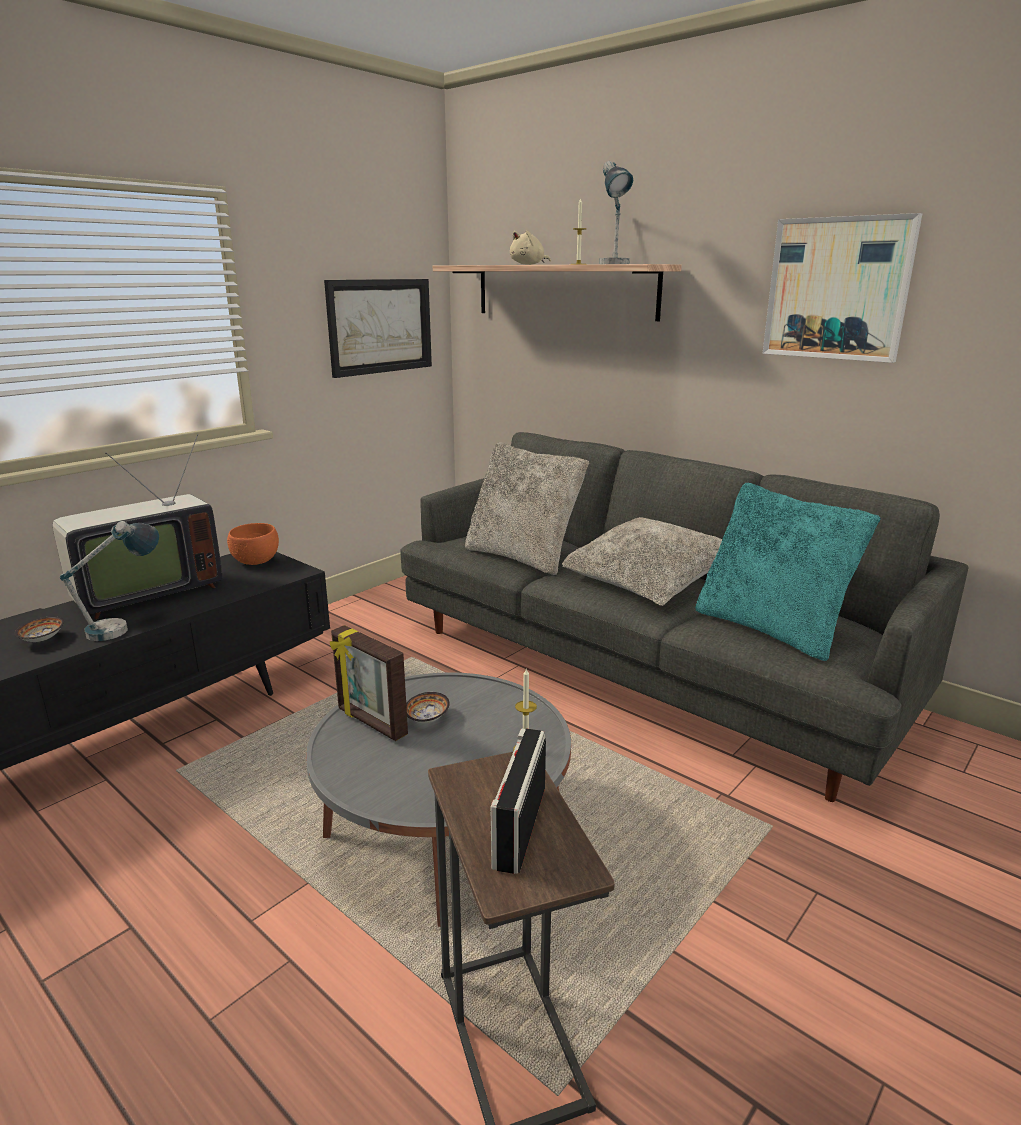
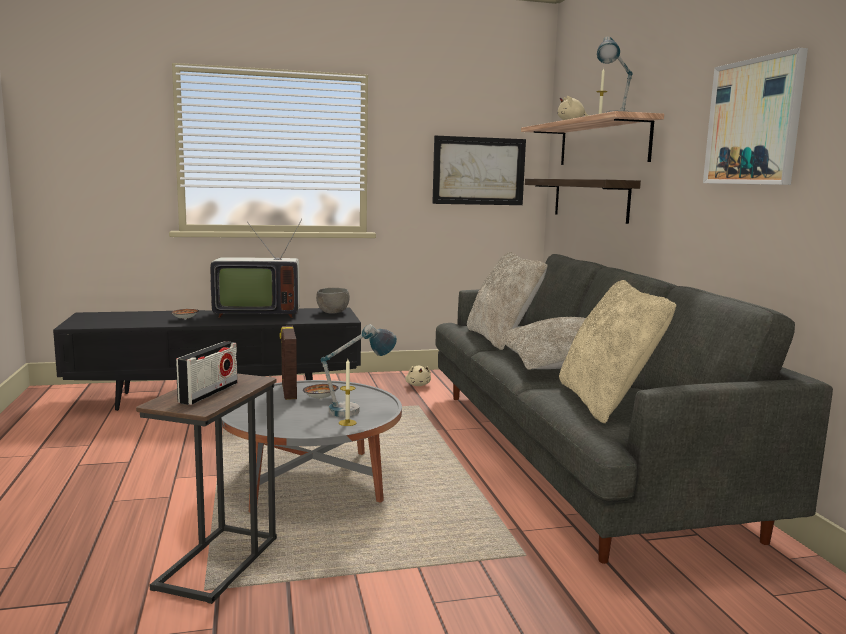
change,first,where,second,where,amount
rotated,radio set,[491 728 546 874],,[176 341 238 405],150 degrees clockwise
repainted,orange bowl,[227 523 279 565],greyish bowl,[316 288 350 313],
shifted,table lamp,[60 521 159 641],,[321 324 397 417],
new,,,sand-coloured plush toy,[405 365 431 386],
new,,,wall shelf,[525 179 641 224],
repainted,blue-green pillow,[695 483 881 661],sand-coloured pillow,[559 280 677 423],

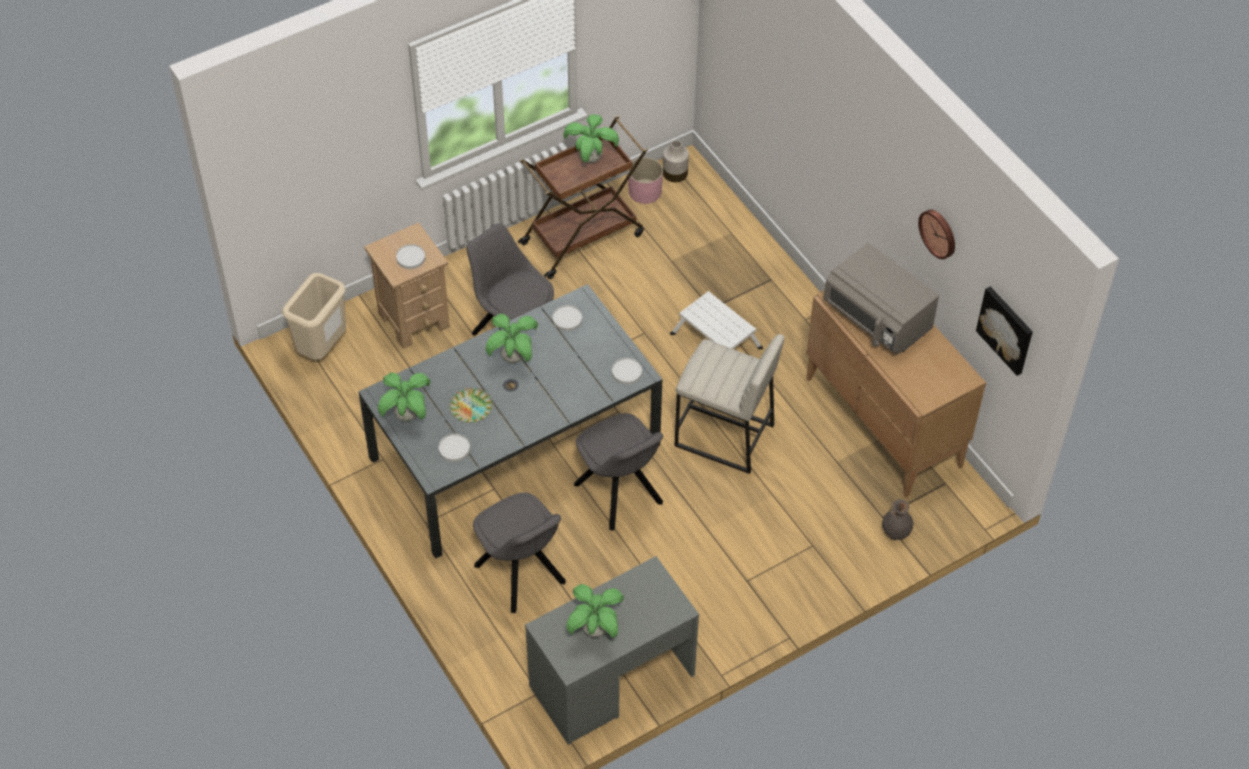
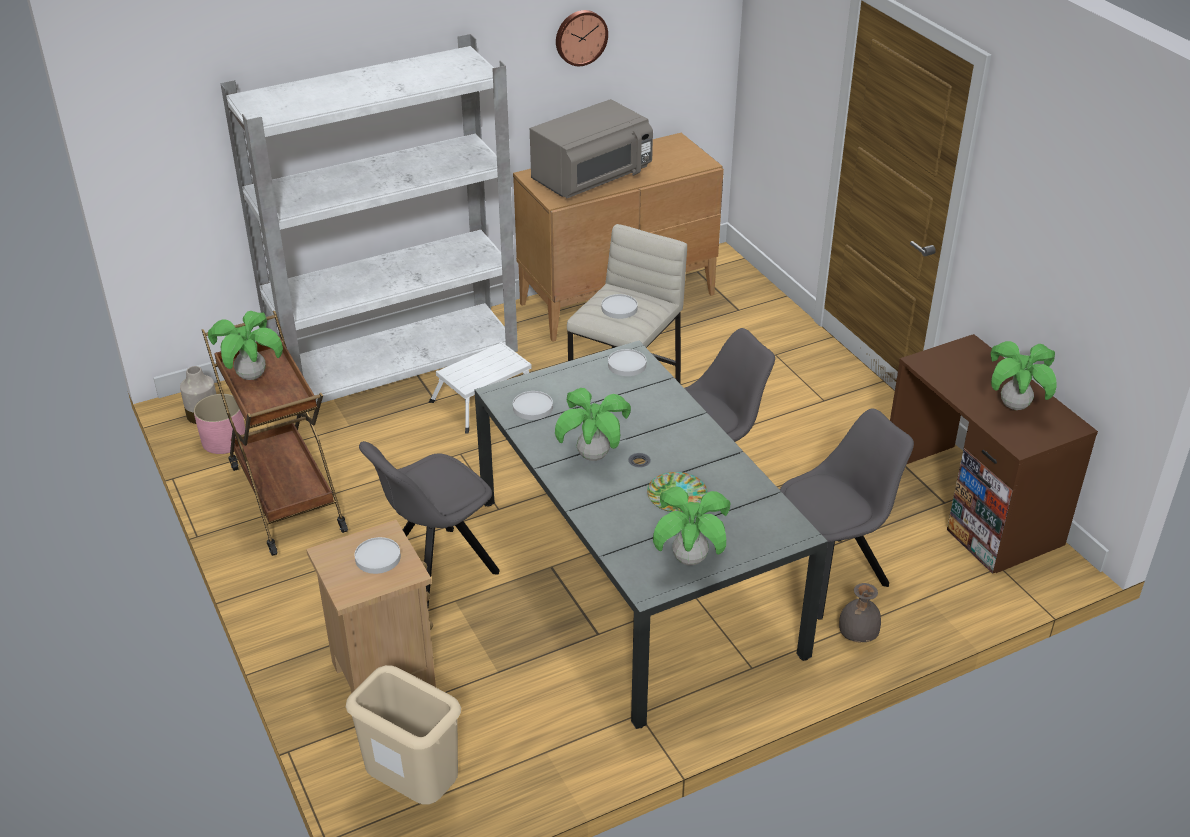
change,first,where,second,where,amount
new,,,whitish bookcase,[220 34 518 416],
shifted,whitish plate,[439 434 470 462],,[602 294 638 319],
shifted,greyish vase,[882 499 913 540],,[839 583 881 642],
repainted,greyish desk unit,[525 556 699 745],brown-coloured desk unit,[890 334 1098 574],
gone,wall picture,[976 287 1033 376],,,

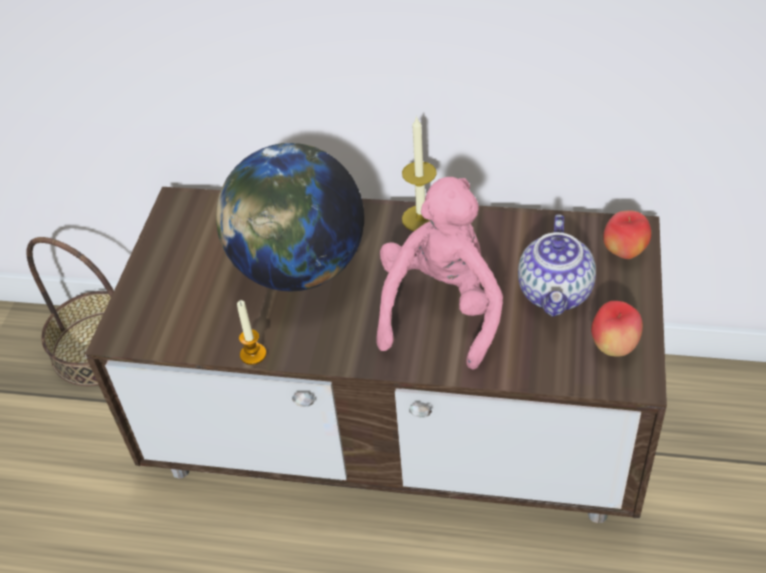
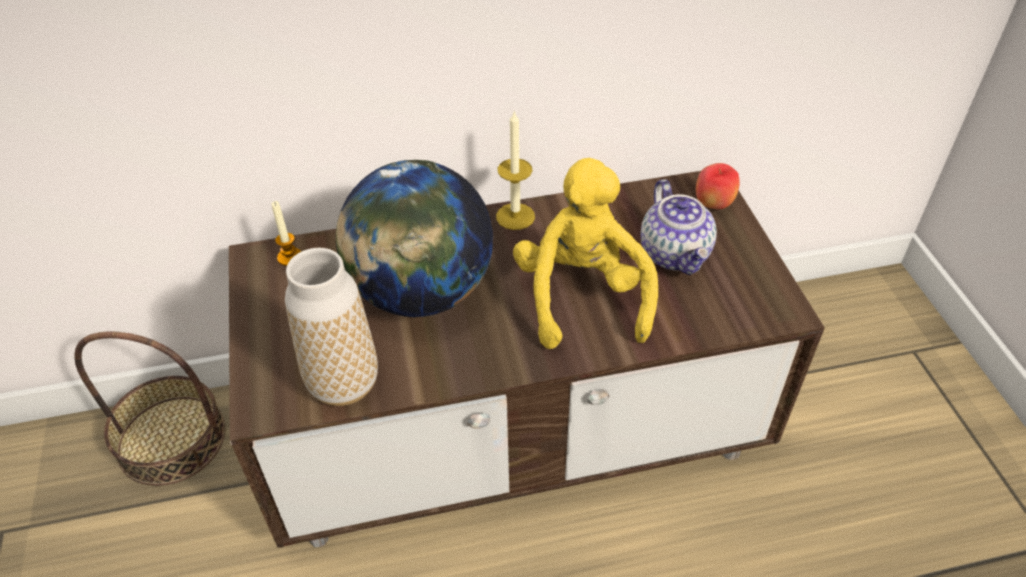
change,first,where,second,where,amount
shifted,wax candle,[237 300 267 365],,[272 201 301 266],
new,,,vase,[285 248 378 406],
repainted,pinkish plush toy,[376 177 503 370],yellow-coloured plush toy,[513 158 658 349],
gone,apple,[591 301 643 357],,,

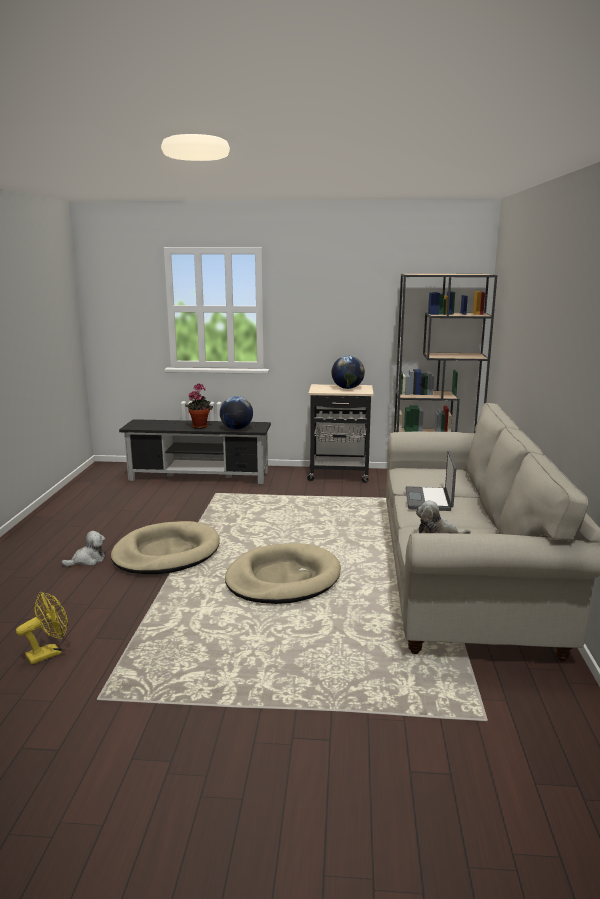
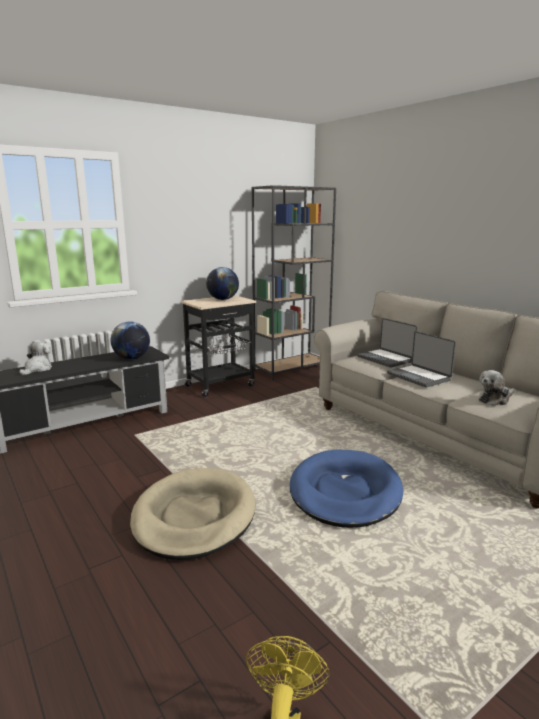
change,first,where,second,where,amount
shifted,plush toy,[61 531 106 566],,[19 341 52 375],
repainted,sand-coloured dog cushion,[225 543 341 604],bluish dog cushion,[290 450 403 528],
new,,,portable computer,[357 318 418 368],
gone,plant in a pot,[185 384 213 429],,,

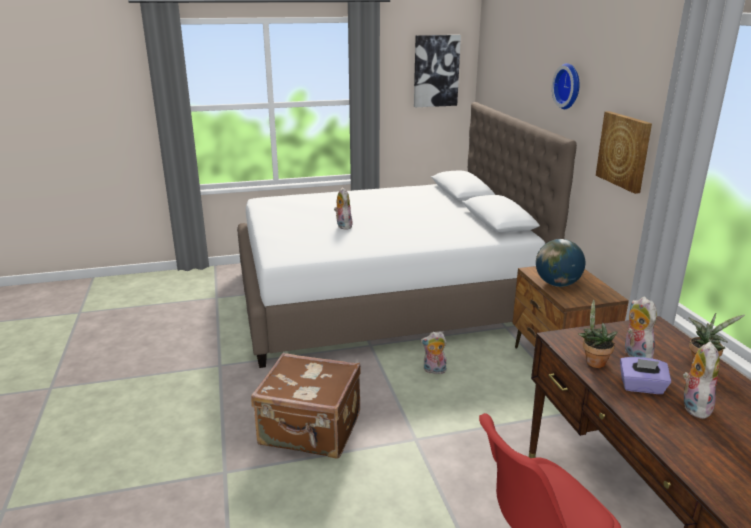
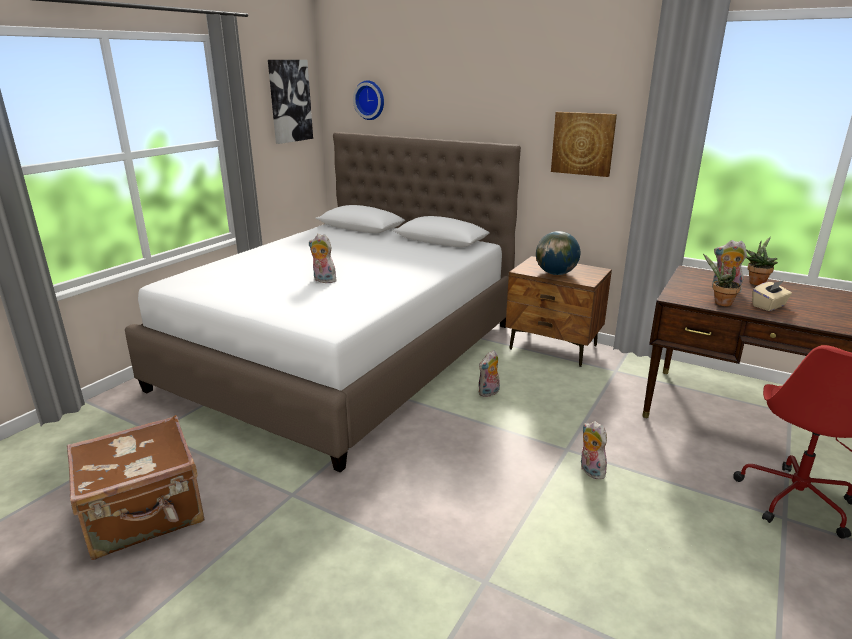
change,first,where,second,where,amount
shifted,brown-coloured piece of luggage,[251 353 361 459],,[67 415 205 560],
shifted,hanging clock,[552 63 580 109],,[353 80 384 120],
shifted,plush toy,[683 342 720 419],,[580 421 607 479],
repainted,purple tissue box,[620 357 671 394],sand-coloured tissue box,[752 280 792 311],

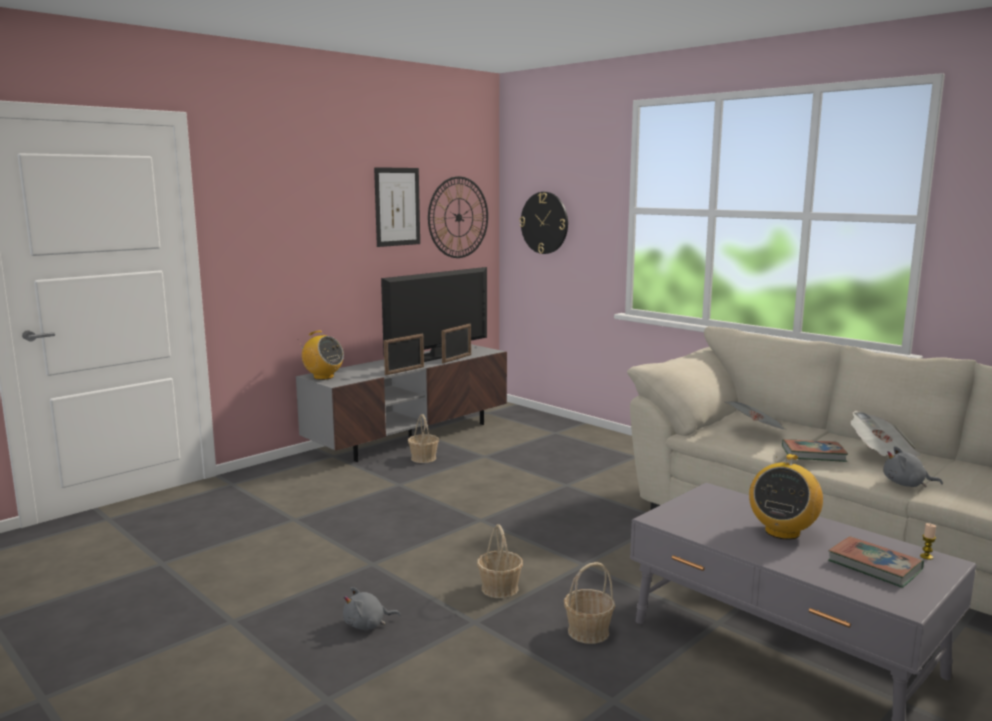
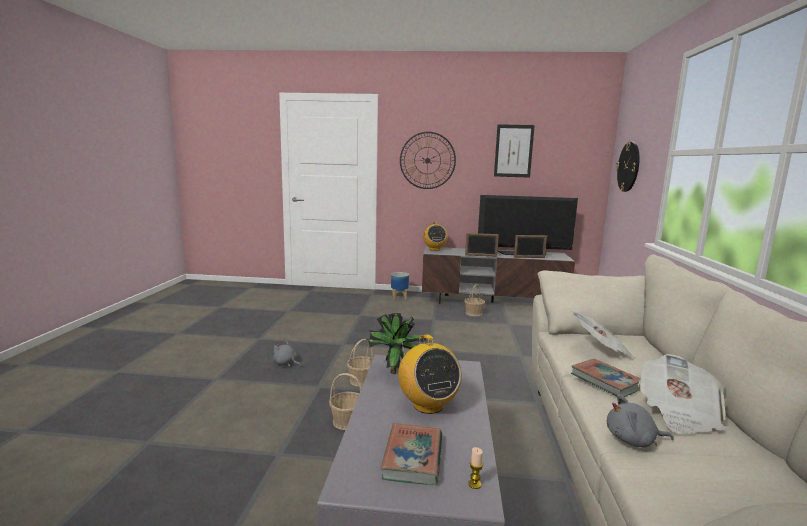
change,first,where,second,where,amount
new,,,plant in a pot,[365 313 426 374],
new,,,planter,[391 272 409 300],
rotated,radio set,[749 454 823 540],,[398 335 462 414],105 degrees counterclockwise
shifted,hanging clock,[428 176 488 258],,[400 132 456 189],
rotated,greyish plush toy,[883 446 943 487],,[607 394 674 447],60 degrees counterclockwise

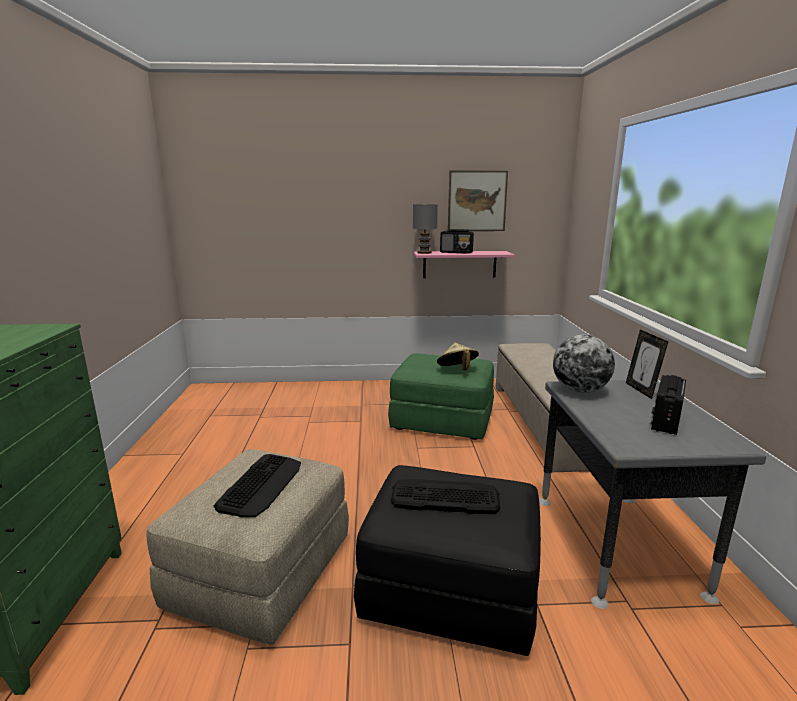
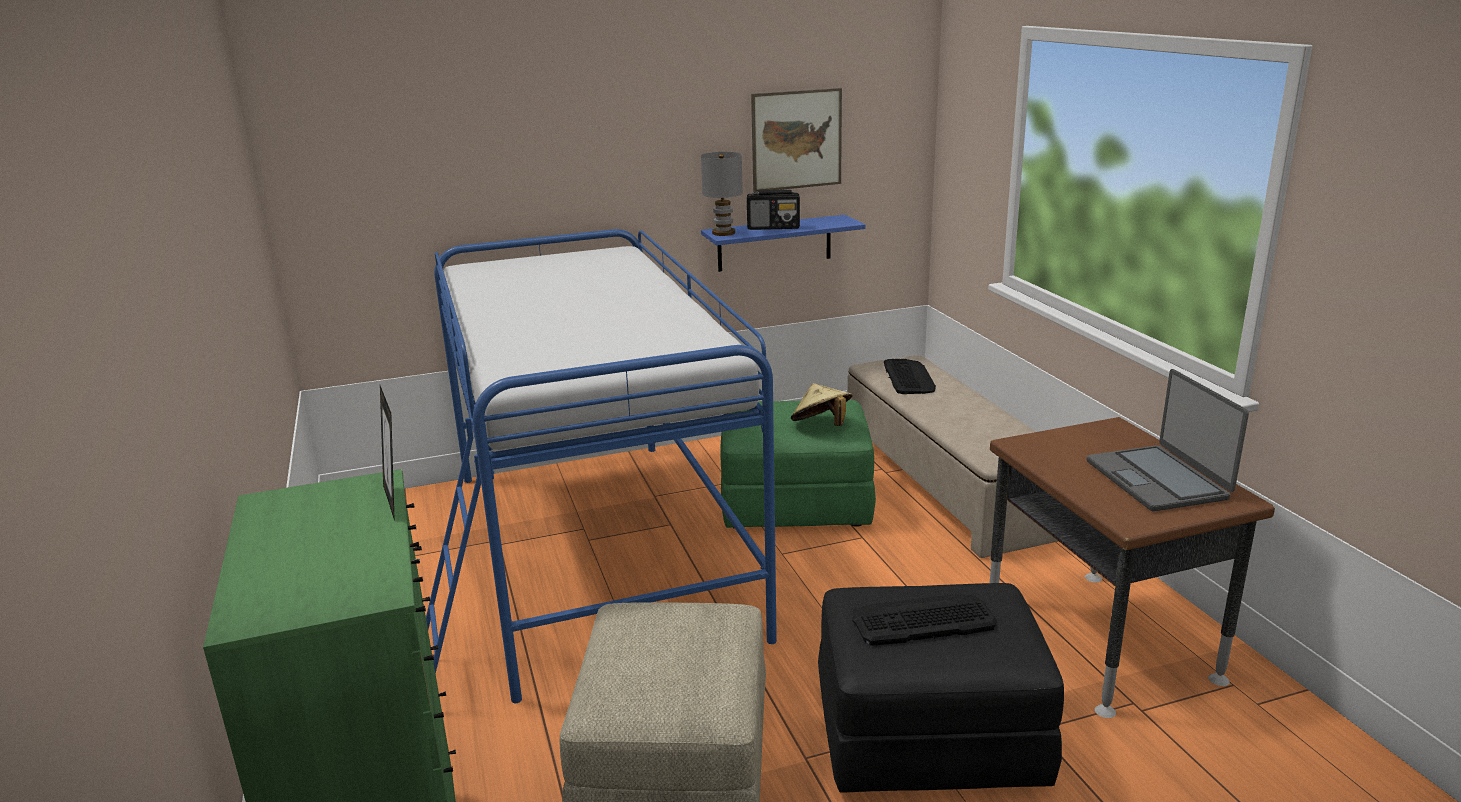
change,first,where,second,where,amount
shifted,photo frame,[626 330 668 399],,[380 385 395 521],
new,,,bluish bedroom bed,[426 229 777 703],
repainted,pinkish wall shelf,[414 251 514 278],bluish wall shelf,[701 215 865 272],
shifted,PC keyboard,[214 454 301 517],,[884 359 936 394],
repainted,greyish desk unit,[539 380 767 609],brown-coloured desk unit,[990 417 1275 718],
swapped,radio set,[650 375 686 435],portable computer,[1087 369 1249 512],
gone,world globe,[553 334 615 393],,,

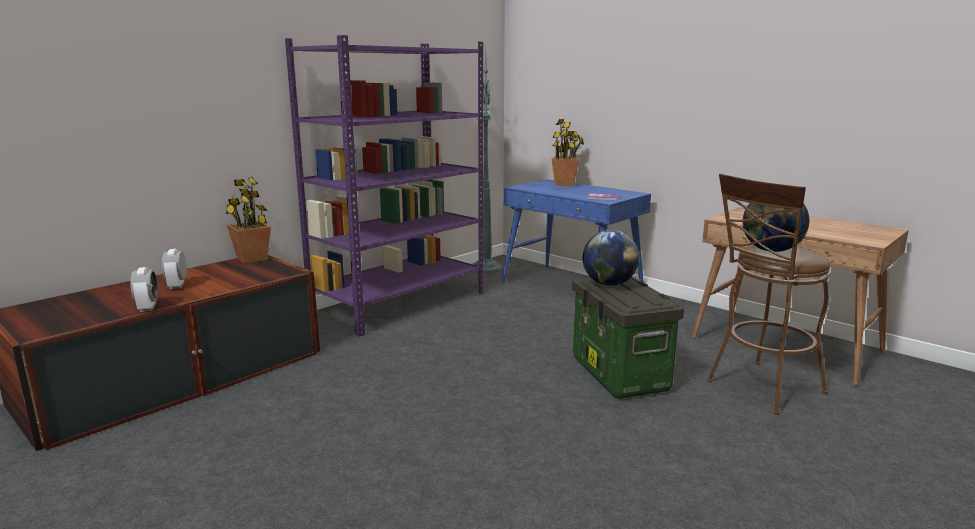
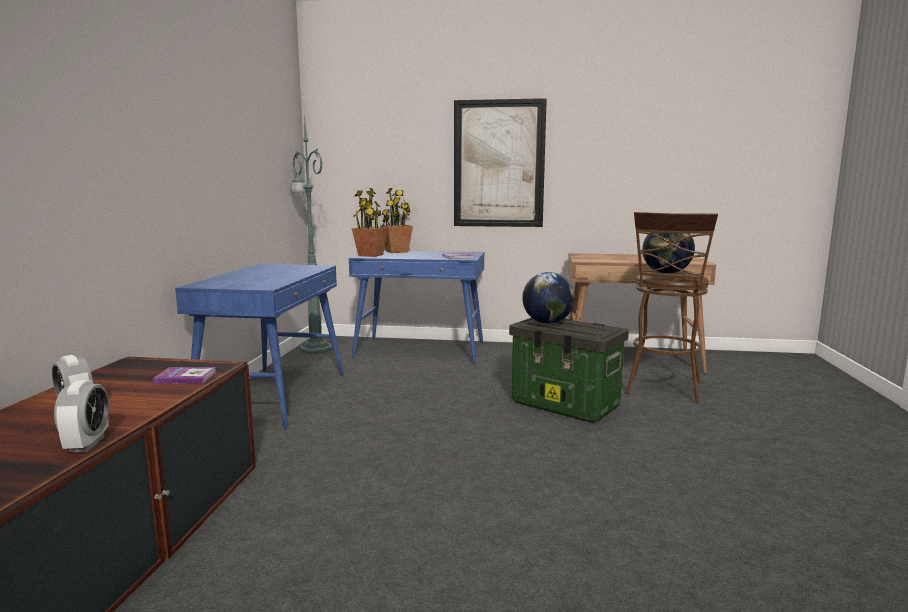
change,first,where,second,where,amount
rotated,table clock,[130 267 158 312],,[54 380 109 452],45 degrees clockwise
new,,,volume,[152 367 216 384],
swapped,purple bookcase,[285 35 483 337],bluish desk unit,[175 264 344 429],
shifted,plant in a pot,[226 177 271 264],,[352 188 388 257],
new,,,wall picture,[454 98 547 227],

